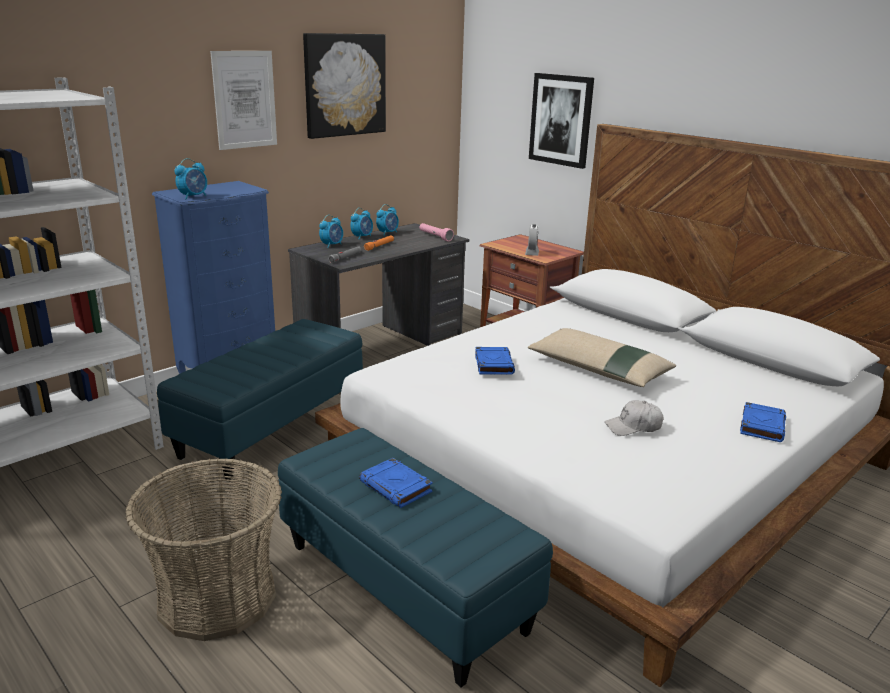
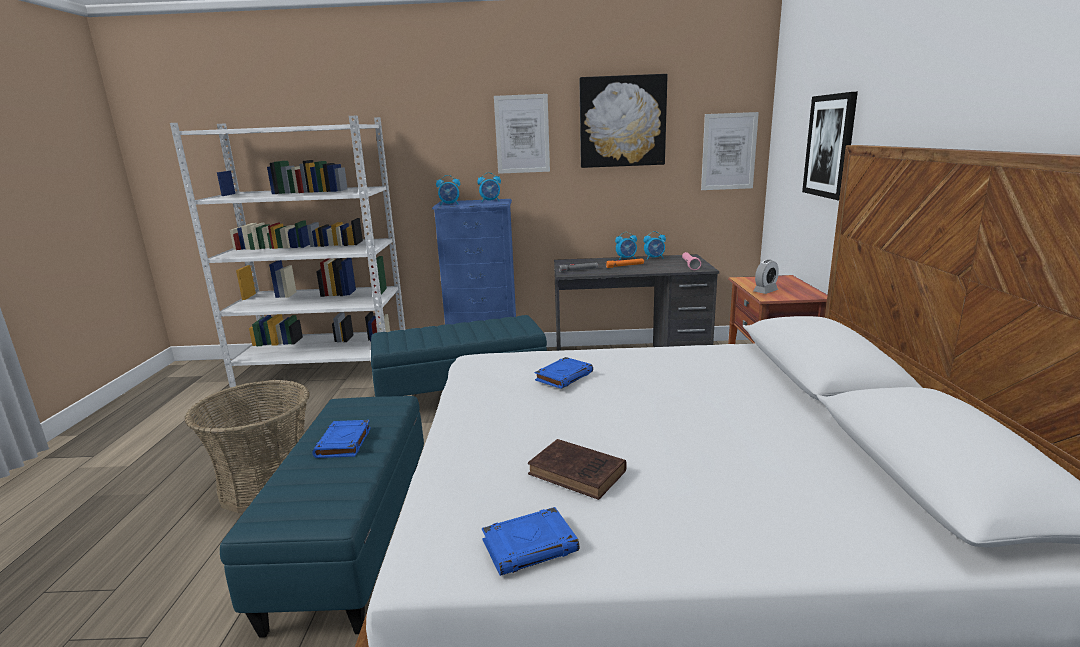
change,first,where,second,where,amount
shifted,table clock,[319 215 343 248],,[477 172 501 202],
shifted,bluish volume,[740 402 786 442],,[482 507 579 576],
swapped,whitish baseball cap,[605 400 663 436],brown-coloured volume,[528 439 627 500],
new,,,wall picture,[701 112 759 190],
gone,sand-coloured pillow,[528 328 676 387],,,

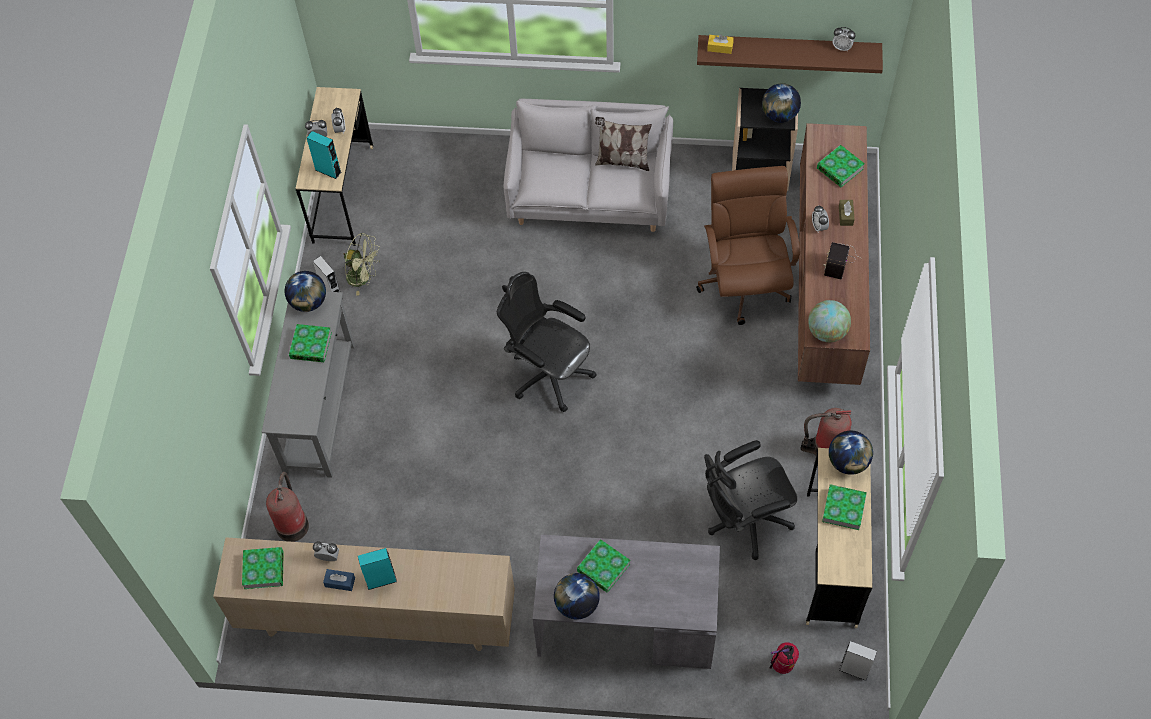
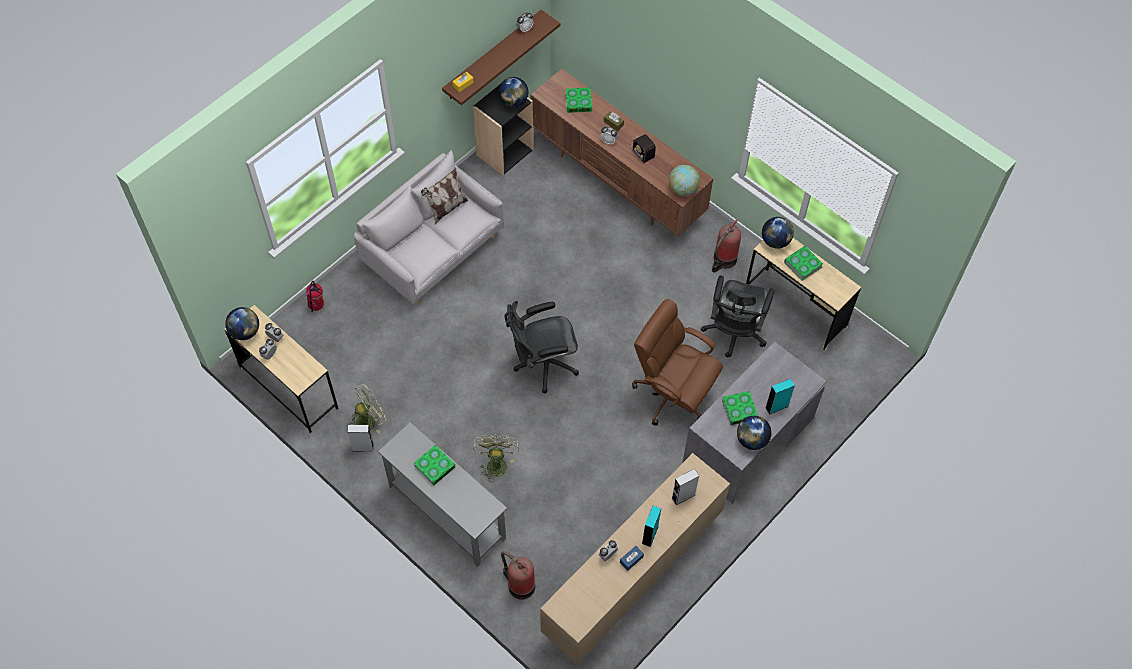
change,first,where,second,where,amount
shifted,world globe,[285 271 326 312],,[225 307 259 340],
shifted,extinguisher,[769 642 799 674],,[306 281 324 312],
new,,,greenish fan,[473 434 519 481],
shifted,brown-coloured desk chair,[696 166 800 325],,[632 299 723 426],
shifted,greyish speaker,[839 641 877 681],,[672 469 699 505],
shifted,blue-green speaker,[307 131 341 179],,[765 379 795 415],
gone,volume,[242 547 284 589],,,

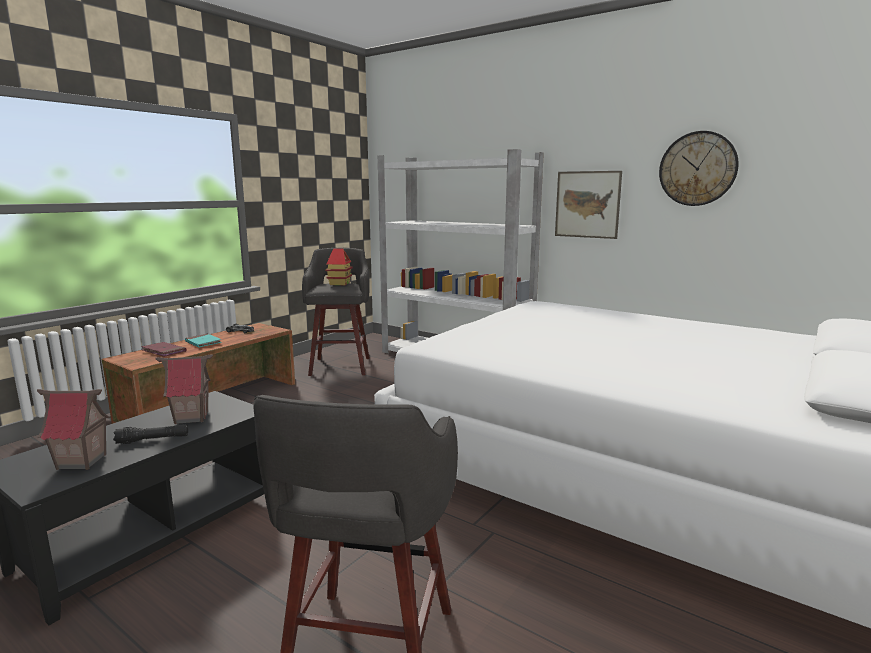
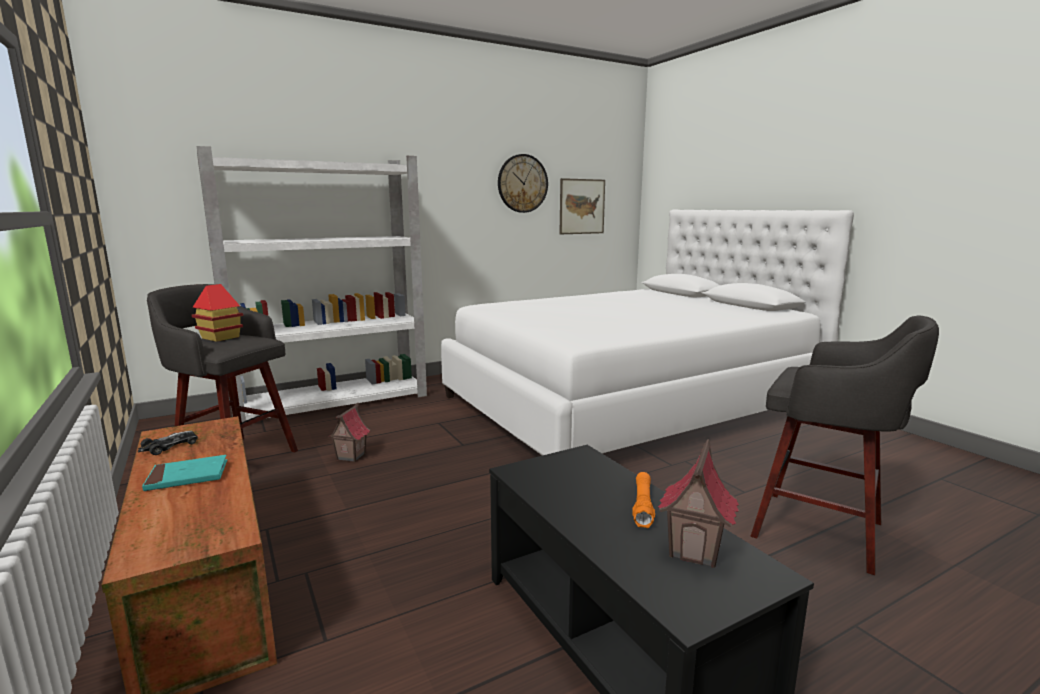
change,first,where,second,where,amount
shifted,miniature house,[156 354 213 424],,[328 403 370 462],
shifted,wall picture,[555 171 622 239],,[559 178 605 234],
repainted,black flashlight,[113 424 188 444],orange flashlight,[632 472 655 528],
gone,reddish volume,[141 342 186 357],,,

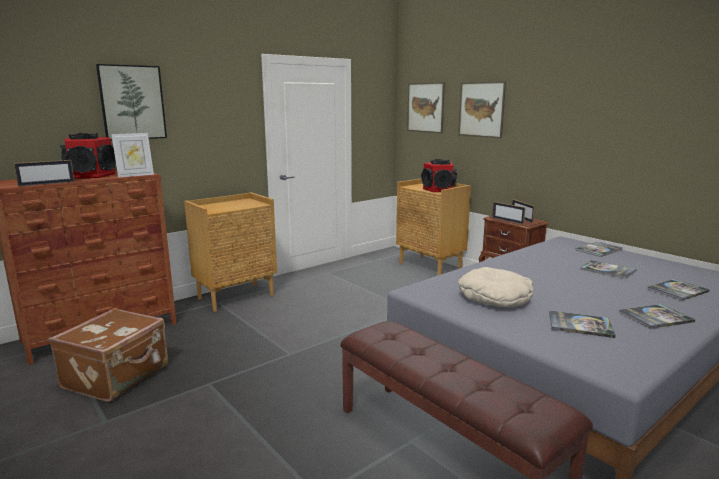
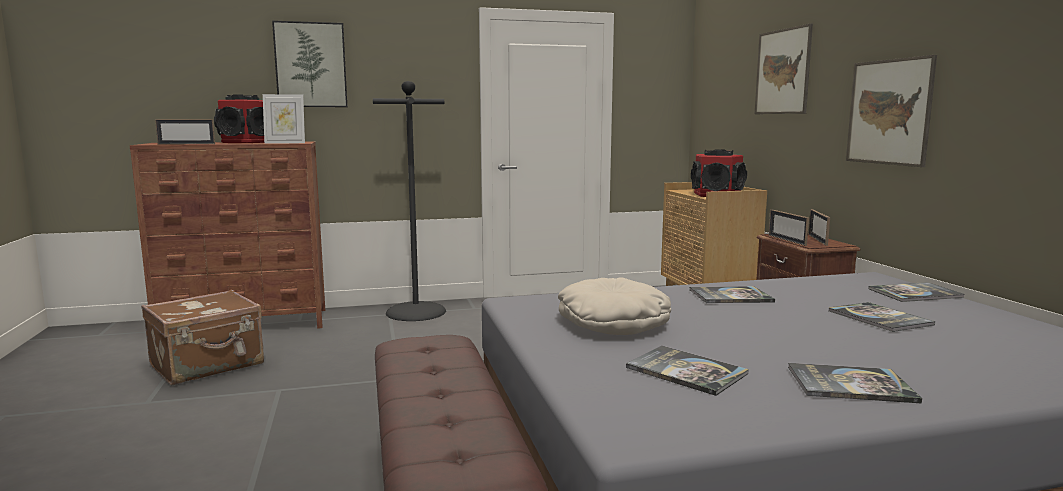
change,first,where,second,where,amount
swapped,brown-coloured storage cabinet,[184 192 277 312],black garment rack,[373 81 446 321],
shifted,volume,[647 279 710 300],,[690 286 775 303],
shifted,wall picture,[407 82 445 133],,[846 55 937 167],

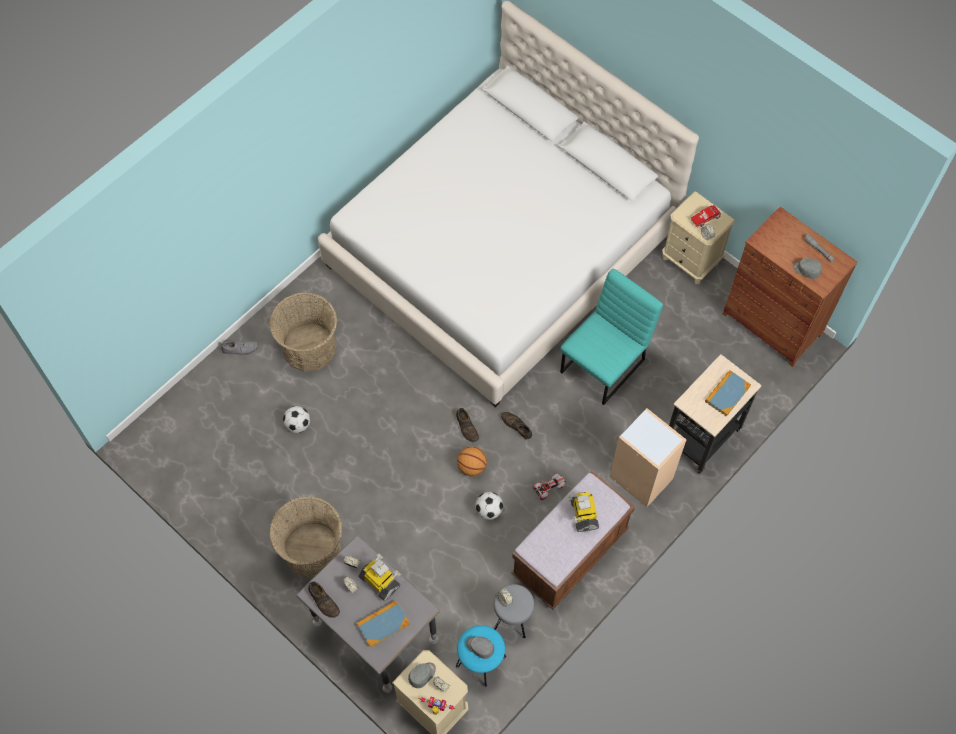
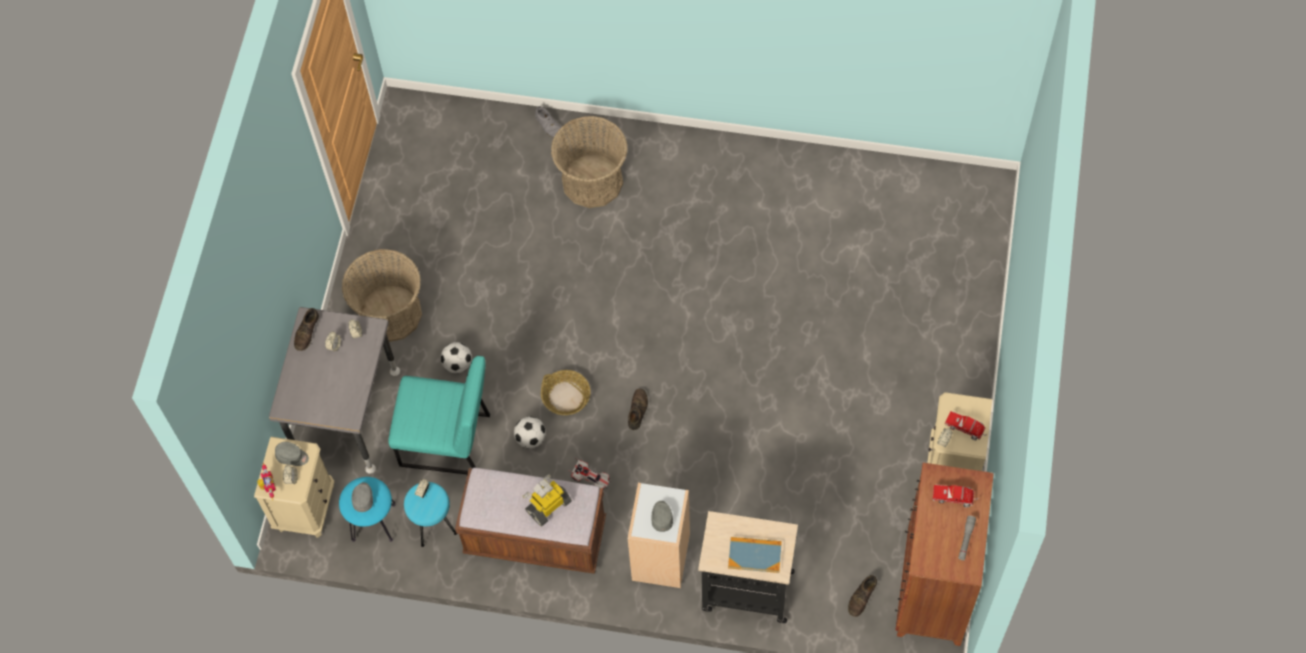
change,first,where,second,where,amount
shifted,blue-green chair,[560 269 663 405],,[388 356 490 474],
repainted,greyish stool seat,[494 584 534 638],blue-green stool seat,[404 482 457 547],
shifted,football ball,[283 406 310 433],,[441 342 472 373],
swapped,ball for basketball,[457 446 487 476],storage basket,[541 370 591 415],
shifted,greyish baseball cap,[793 258 822 279],,[651 501 673 532],
shifted,brown-coloured shoe,[456 408 479 442],,[848 575 877 617],
new,,,toy truck,[932 484 978 508],
gone,whitish bedroom bed,[318 1 699 407],,,
gone,volume,[357 600 410 648],,,
gone,robot figure,[359 554 401 601],,,

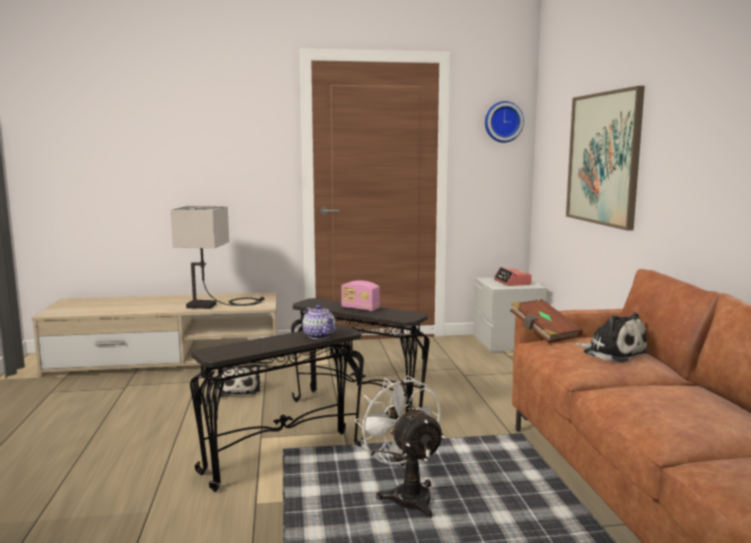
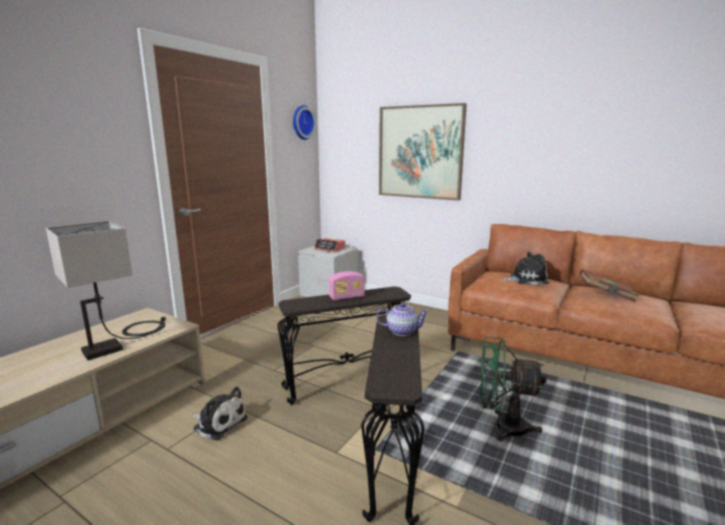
change,first,where,second,where,amount
repainted,whitish fan,[355 375 445 518],greenish fan,[480 337 546 442],
shifted,brown-coloured volume,[510 299 583 343],,[579 269 639 302],

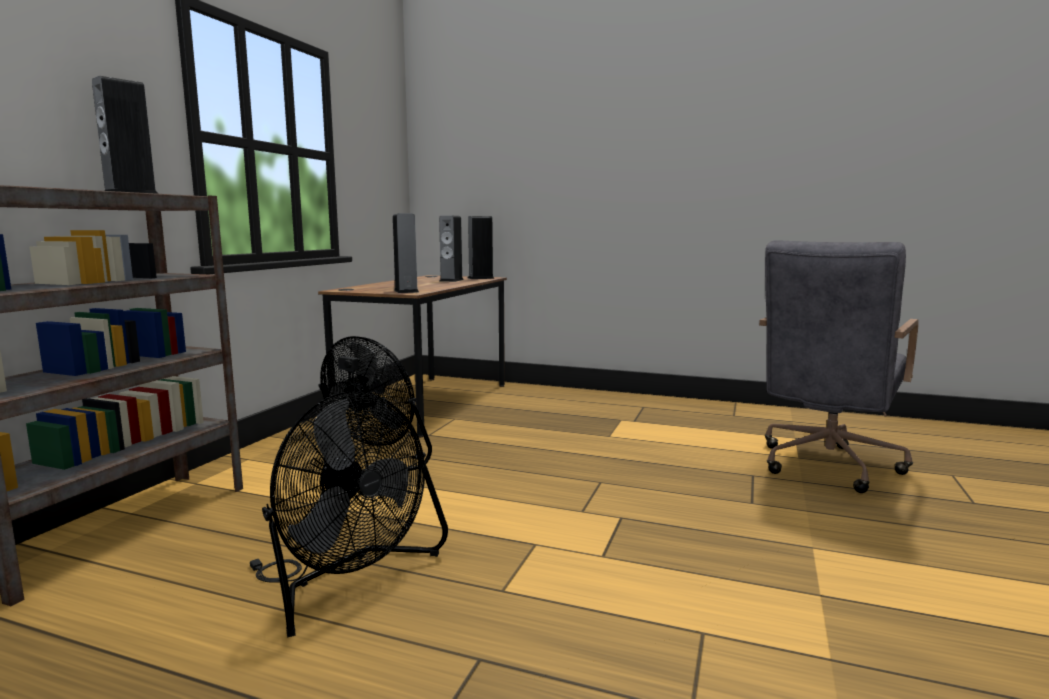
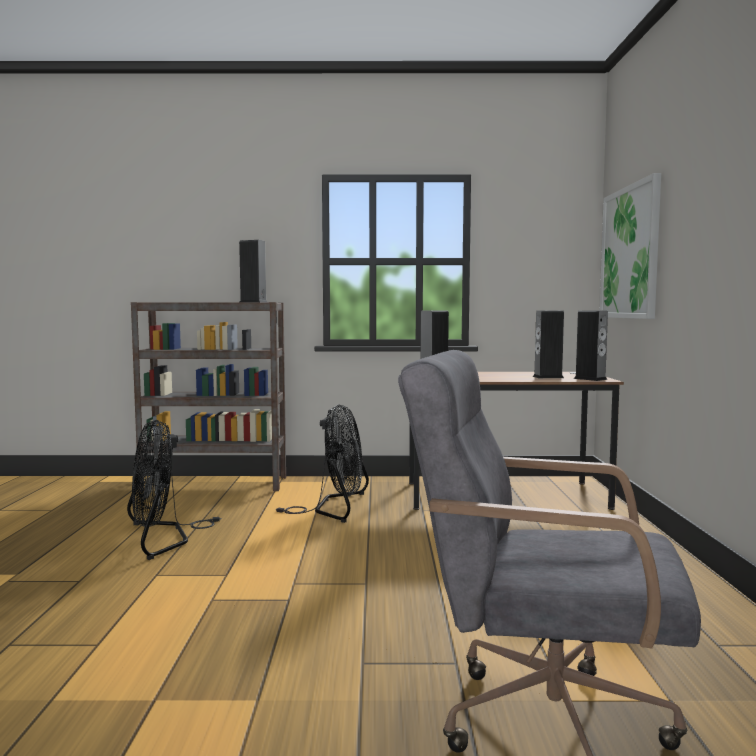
change,first,where,second,where,amount
rotated,black fan,[250 391 448 637],,[127 420 221 560],45 degrees clockwise
new,,,wall picture,[600 173 661 319],

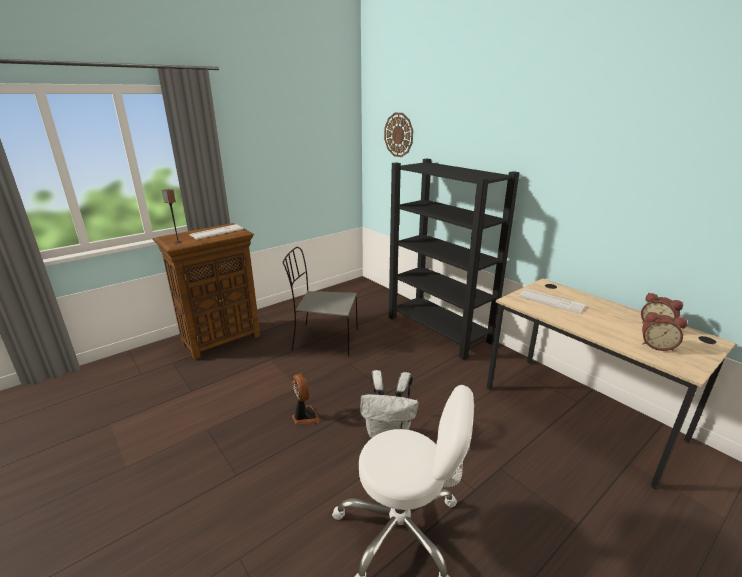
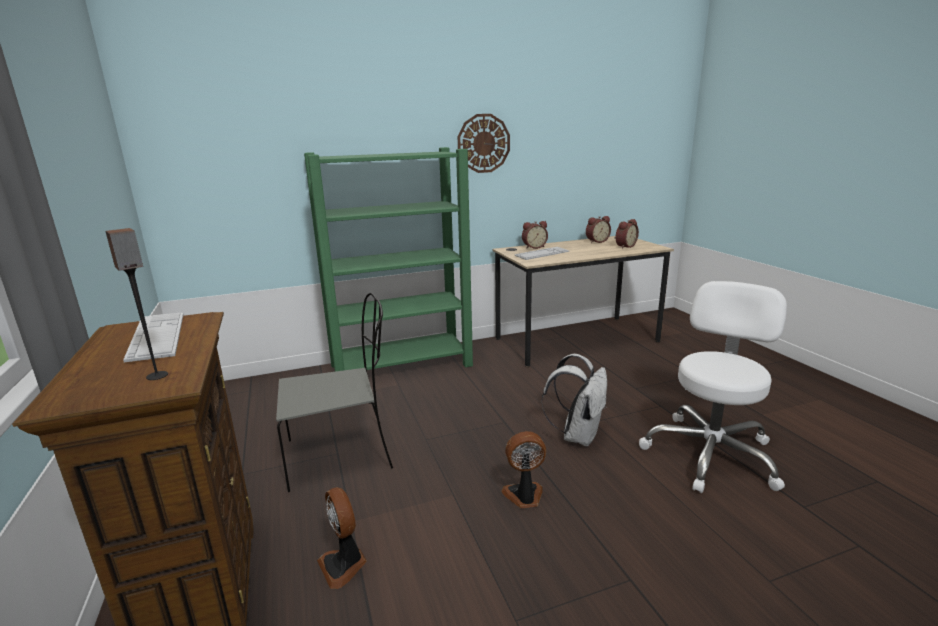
change,first,where,second,where,amount
rotated,greyish chair,[283 247 358 356],,[276 293 393 492],135 degrees counterclockwise
repainted,black bookcase,[389 159 519 360],greenish bookcase,[304 147 473 372],
new,,,fan,[317 487 367 589],
shifted,hanging clock,[384 113 413 157],,[458 114 510 173],
new,,,table clock,[522 221 548 249],

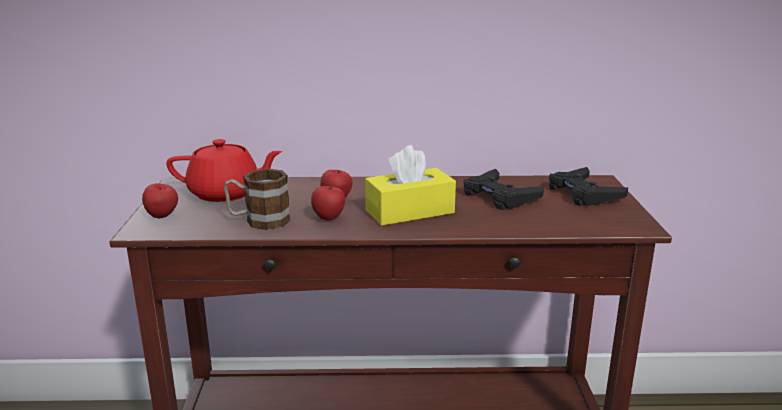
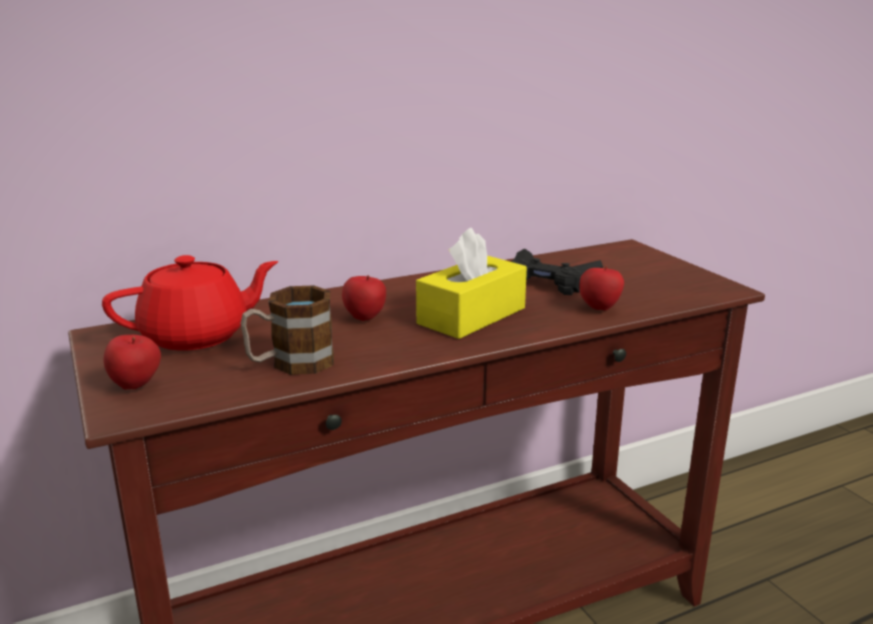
change,first,where,second,where,amount
shifted,apple,[311 185 345 221],,[579 266 624 311],
gone,black gamepad,[549 167 628 206],,,

